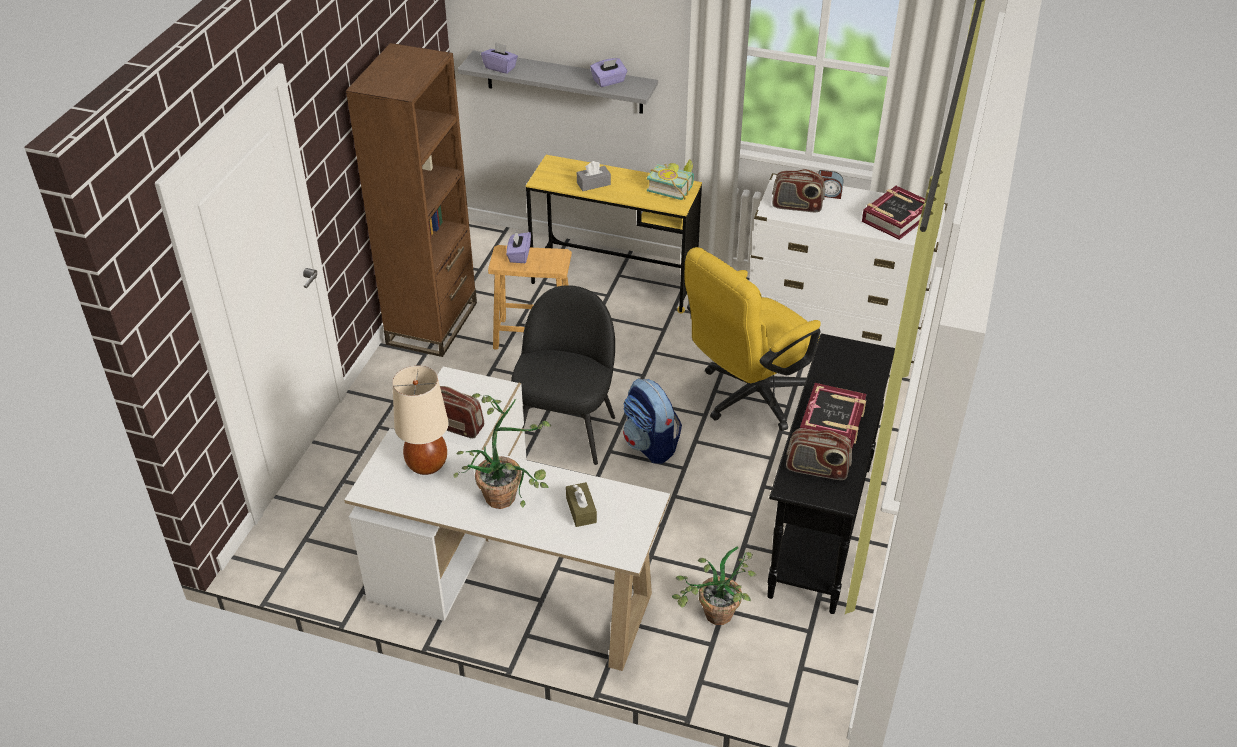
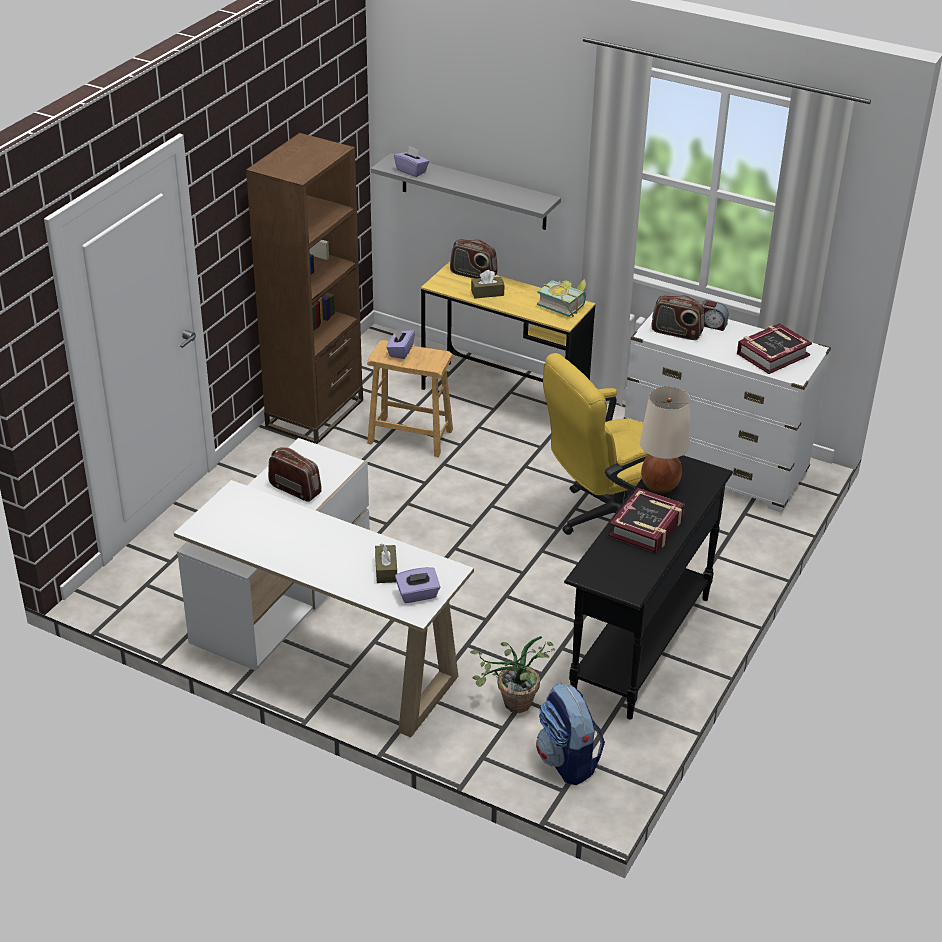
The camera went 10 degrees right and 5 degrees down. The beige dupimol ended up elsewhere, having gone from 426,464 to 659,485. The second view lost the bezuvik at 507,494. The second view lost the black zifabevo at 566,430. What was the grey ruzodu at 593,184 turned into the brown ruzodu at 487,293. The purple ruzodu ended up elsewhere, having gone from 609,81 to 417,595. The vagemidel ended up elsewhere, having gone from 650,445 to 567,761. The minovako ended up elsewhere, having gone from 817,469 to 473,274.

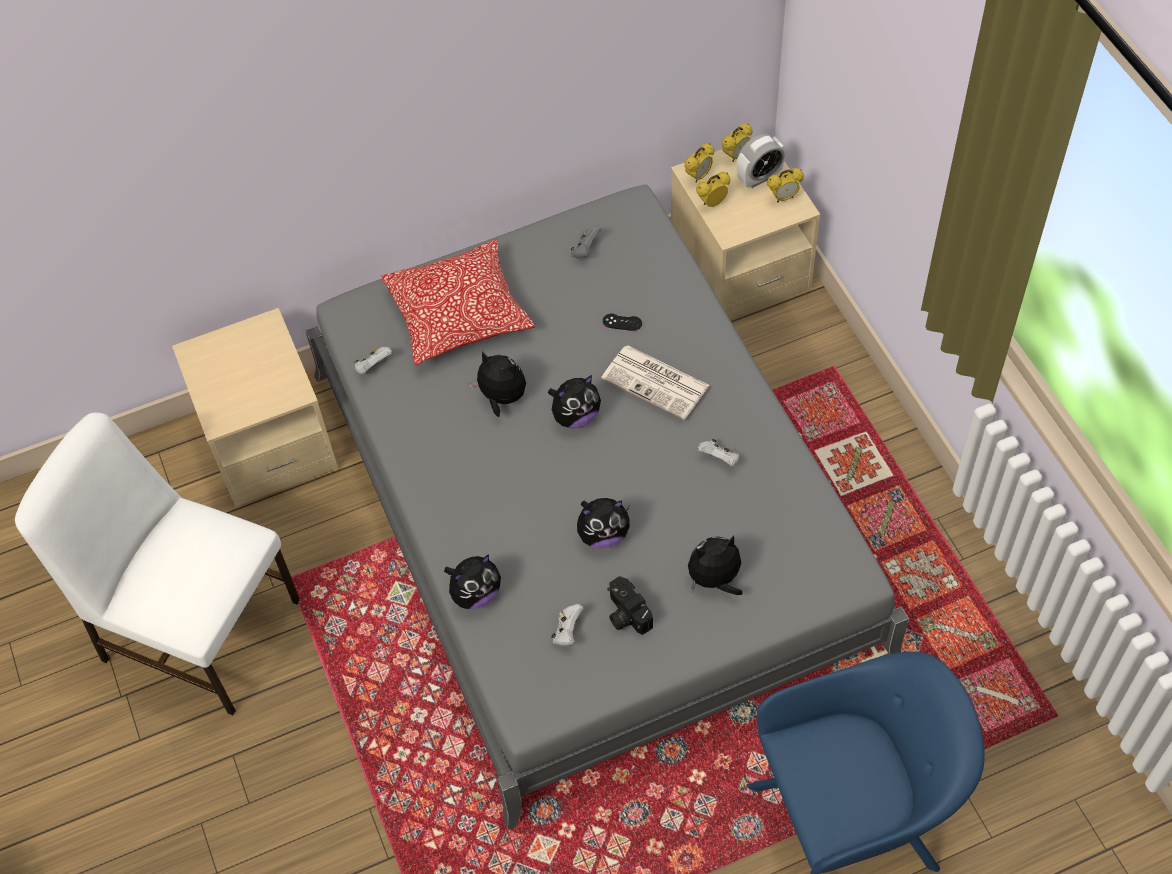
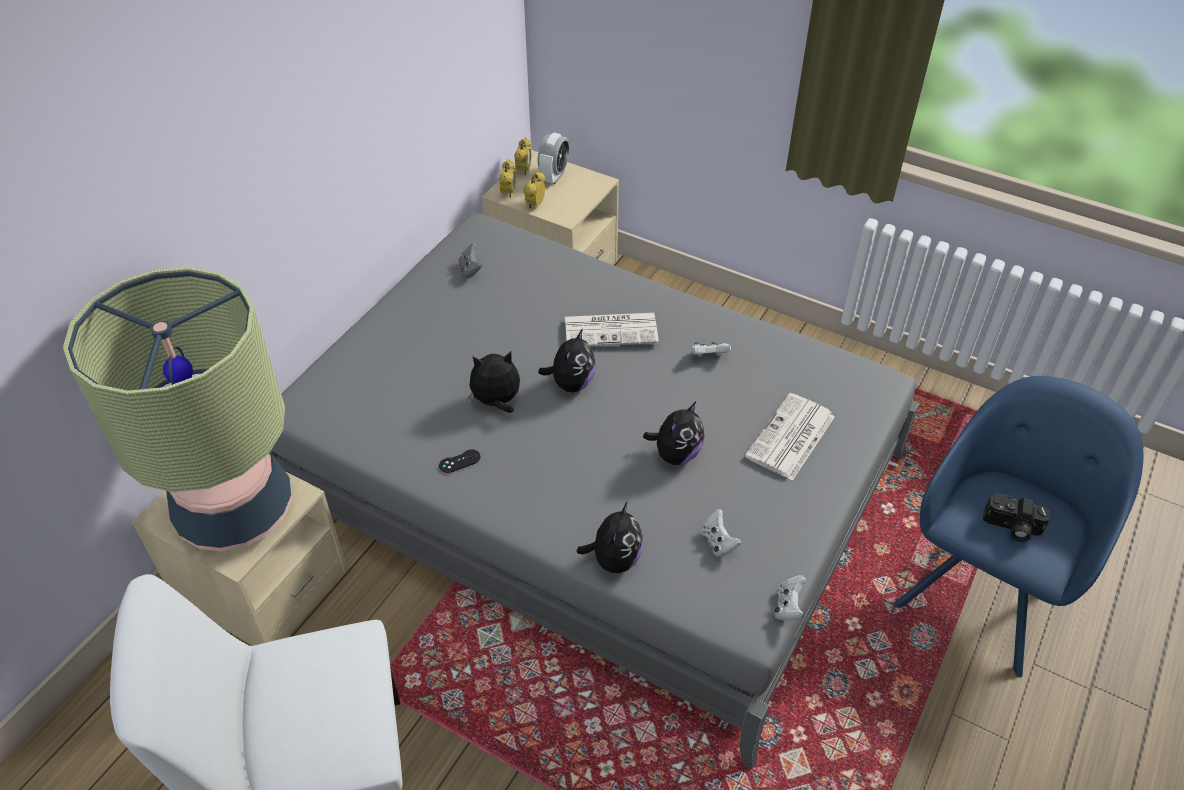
The camera went 40 degrees left and 10 degrees down. The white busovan ended up elsewhere, having gone from 373,367 to 788,606. The second view lost the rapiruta at 459,314. The black busovan ended up elsewhere, having gone from 622,322 to 459,461. The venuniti ended up elsewhere, having gone from 625,614 to 1011,527. Where the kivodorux stood at 715,580, the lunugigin came to stand at 790,438. The second view lost the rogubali at 783,197. The second view gained the dupimol at 235,509.

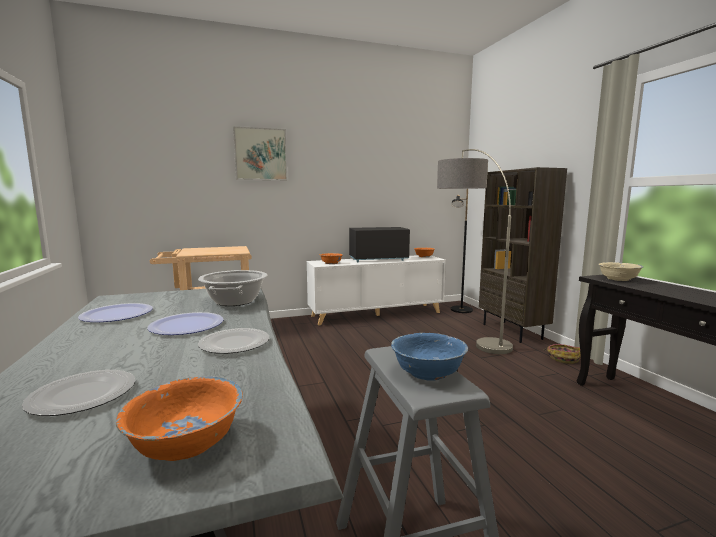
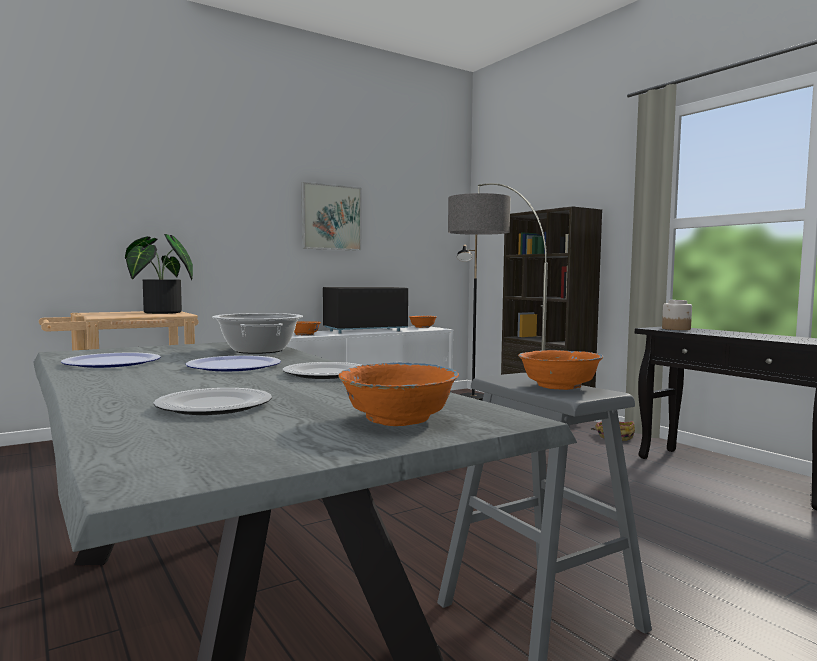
The camera went 15 degrees left and 5 degrees down. The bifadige ended up elsewhere, having gone from 260,154 to 331,217. What was the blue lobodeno at 428,372 turned into the orange lobodeno at 560,386. Where the beige lobodeno stood at 619,279, the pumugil came to stand at 676,329. The second view gained the bezuvik at 158,312.

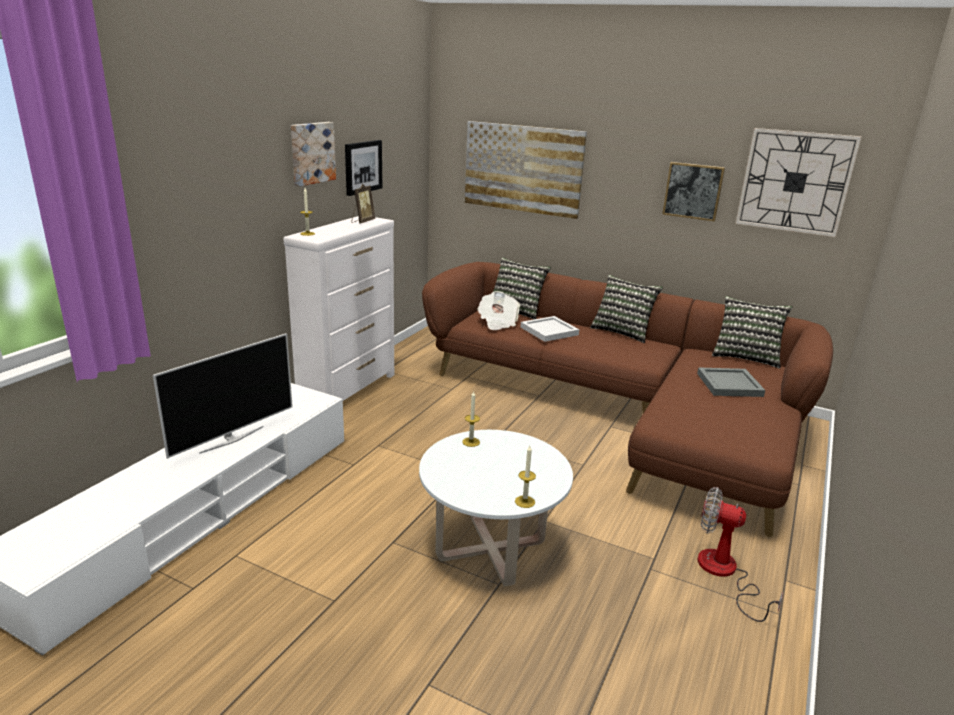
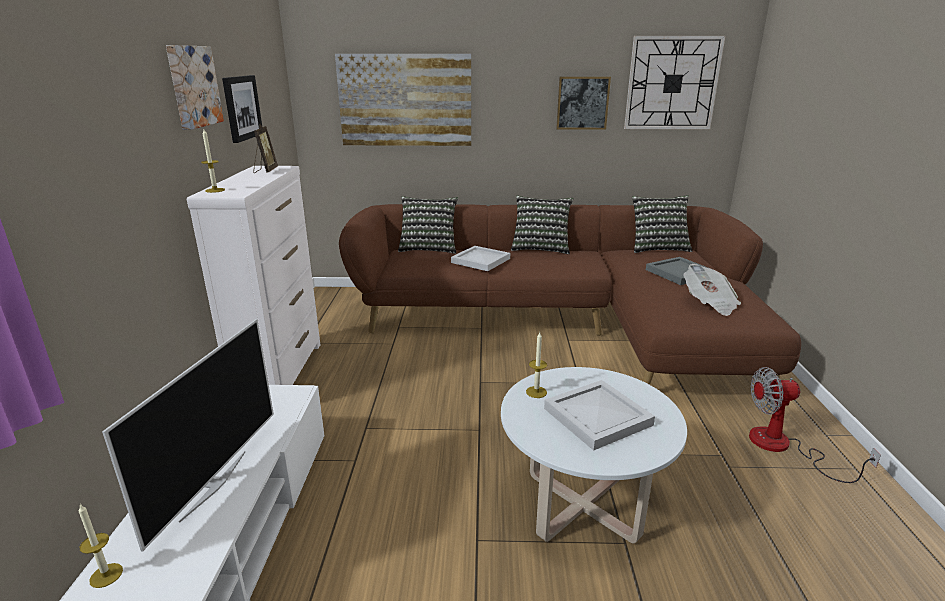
The camera went 25 degrees left and 0 degrees up. The lunugigin ended up elsewhere, having gone from 497,322 to 709,304. The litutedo ended up elsewhere, having gone from 524,501 to 106,575. The second view gained the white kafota at 599,417.

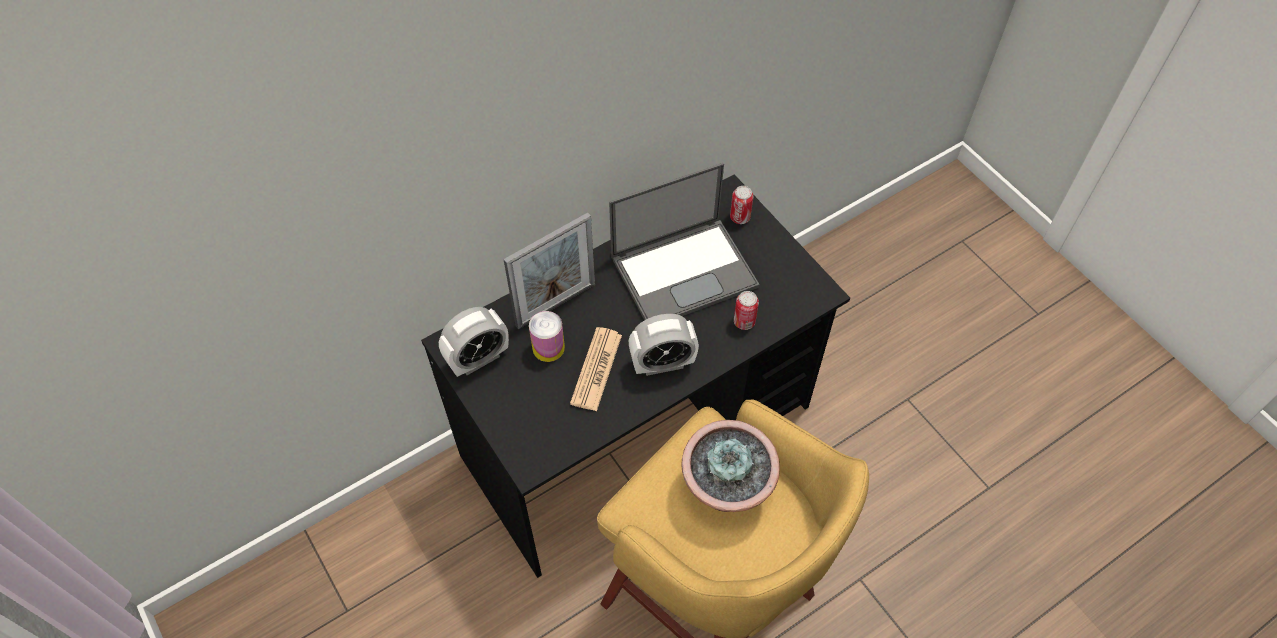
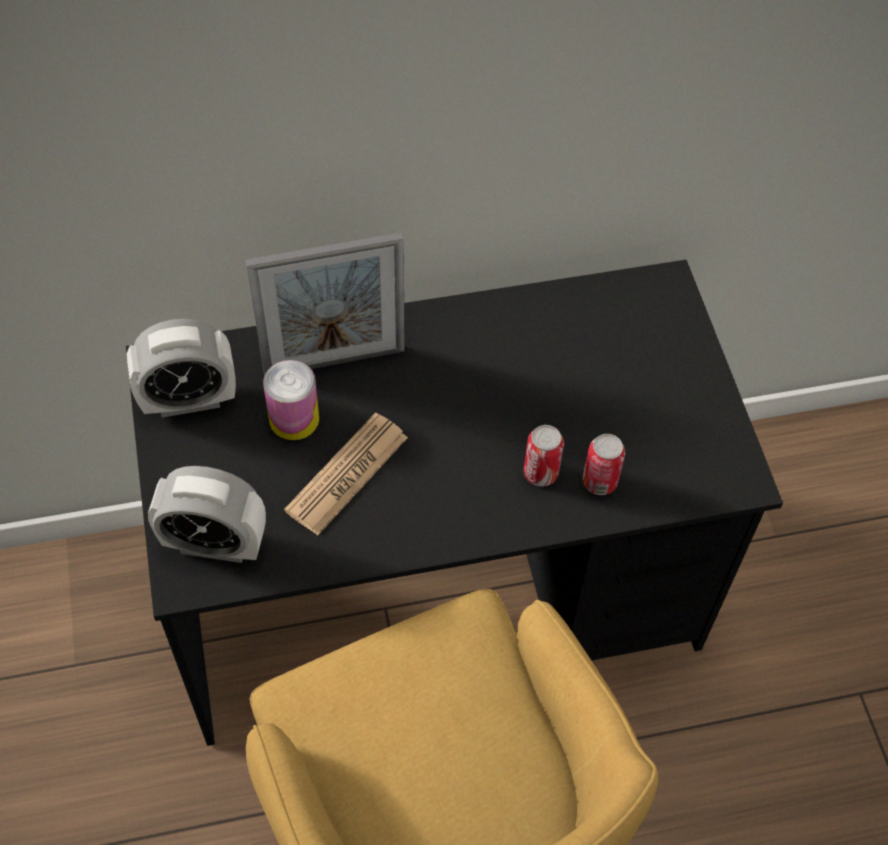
The camera went 20 degrees right and 0 degrees up. The second view lost the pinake at 685,271. The rogubali ended up elsewhere, having gone from 662,363 to 215,544. The second view lost the bezuvik at 727,488. The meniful ended up elsewhere, having gone from 740,217 to 540,473.

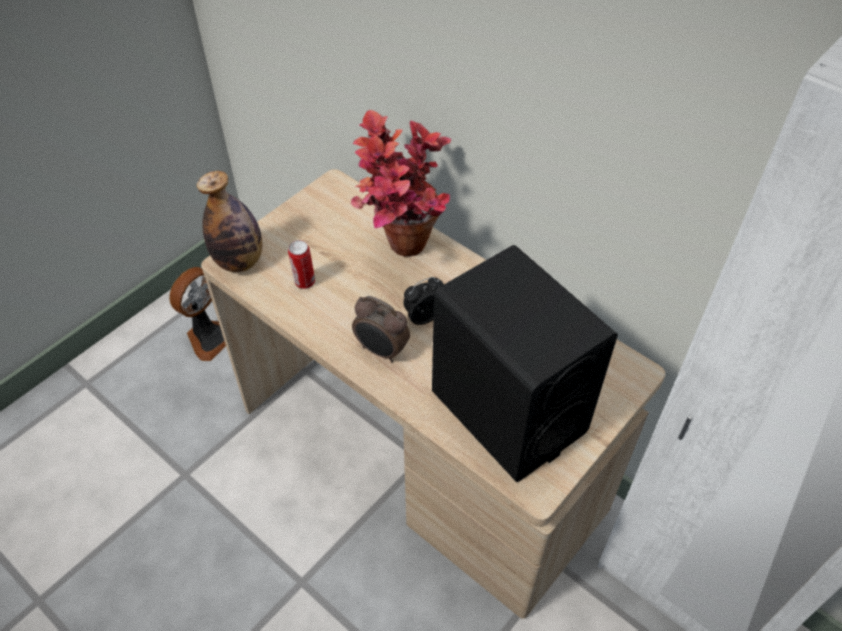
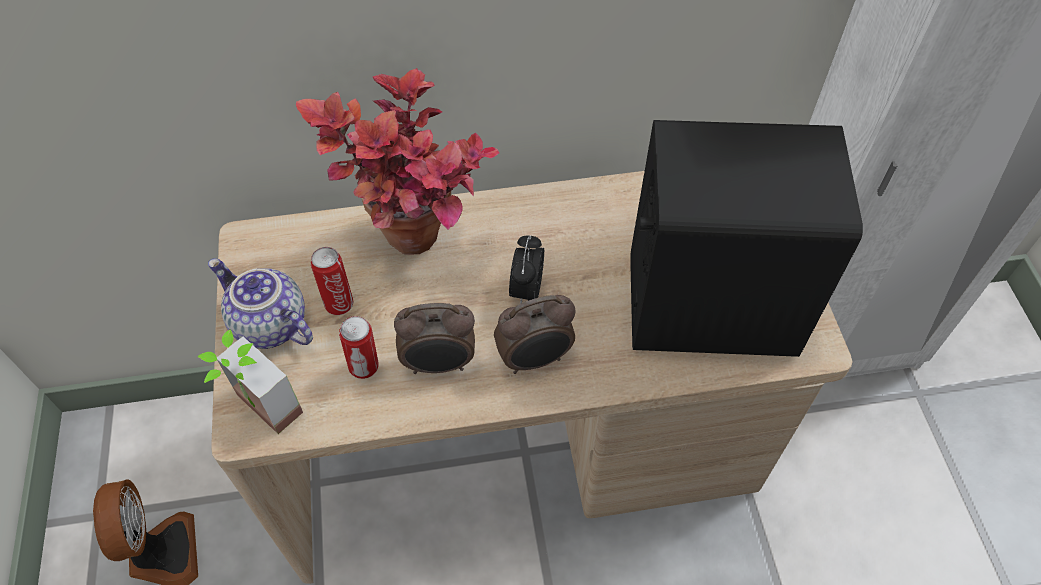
The camera went 50 degrees left and 5 degrees up. Where the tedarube stood at 239,261, the bezuvik came to stand at 259,413. The second view gained the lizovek at 268,325. The second view gained the meniful at 338,303. The second view gained the rogubali at 439,364.

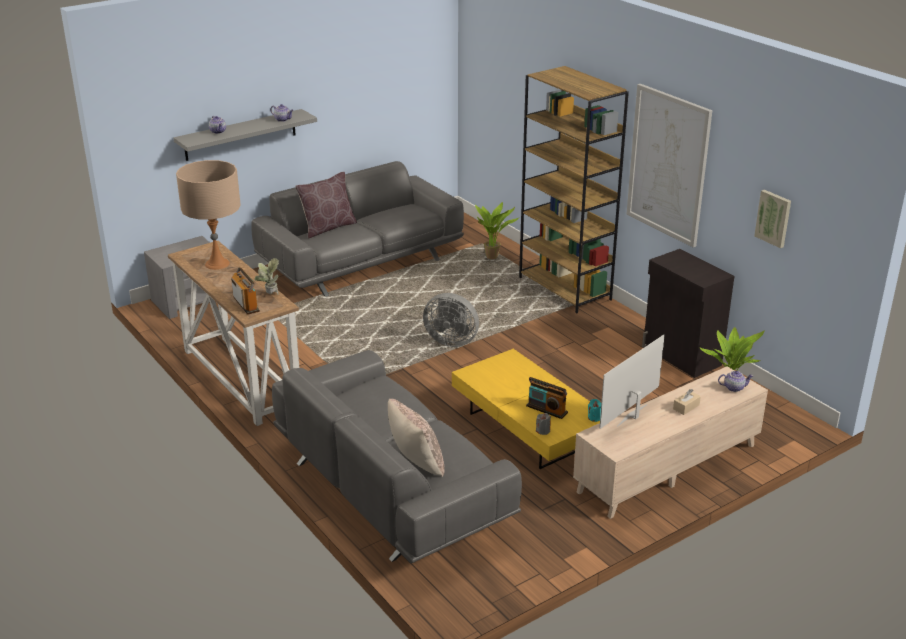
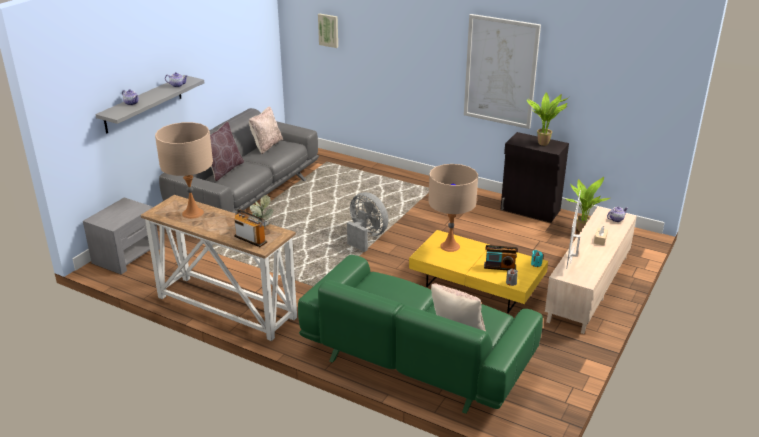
The camera went 25 degrees left and 0 degrees up. What was the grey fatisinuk at 390,487 turned into the green fatisinuk at 416,358. The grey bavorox at 451,340 ended up facing another way, 135 degrees counterclockwise from before. The bezuvik ended up elsewhere, having gone from 493,257 to 544,143. The second view lost the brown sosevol at 565,289. The bifadige ended up elsewhere, having gone from 774,218 to 328,30. The second view gained the beige rapiruta at 266,146. The second view gained the beige dupimol at 450,246.

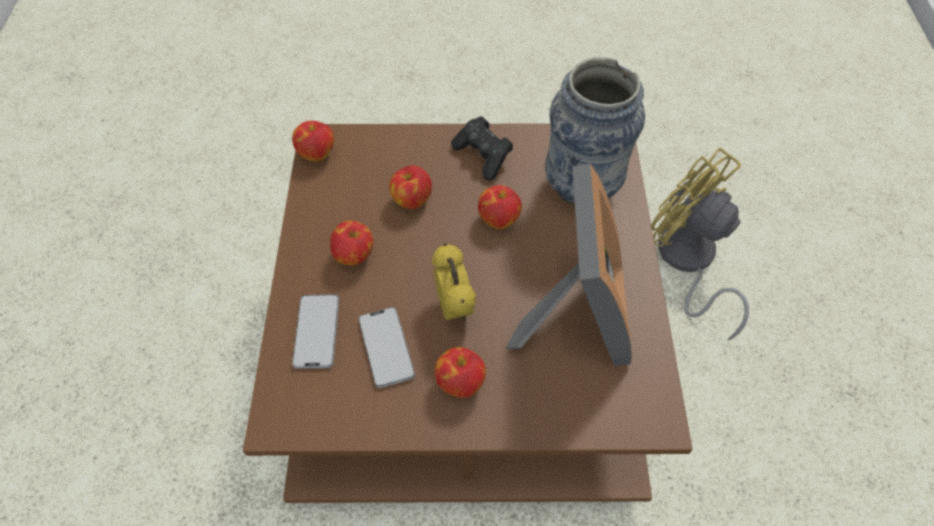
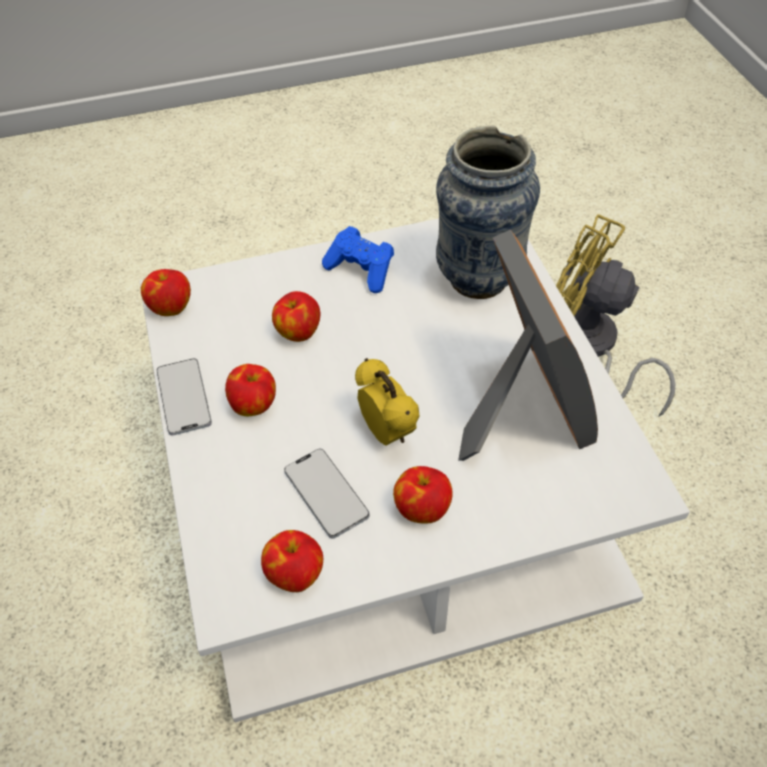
The camera went 15 degrees left and 5 degrees down. What was the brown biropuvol at 463,347 turned into the white biropuvol at 381,496. The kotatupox ended up elsewhere, having gone from 316,331 to 184,397. What was the black busovan at 483,156 turned into the blue busovan at 361,270. The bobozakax ended up elsewhere, having gone from 498,219 to 295,573.

